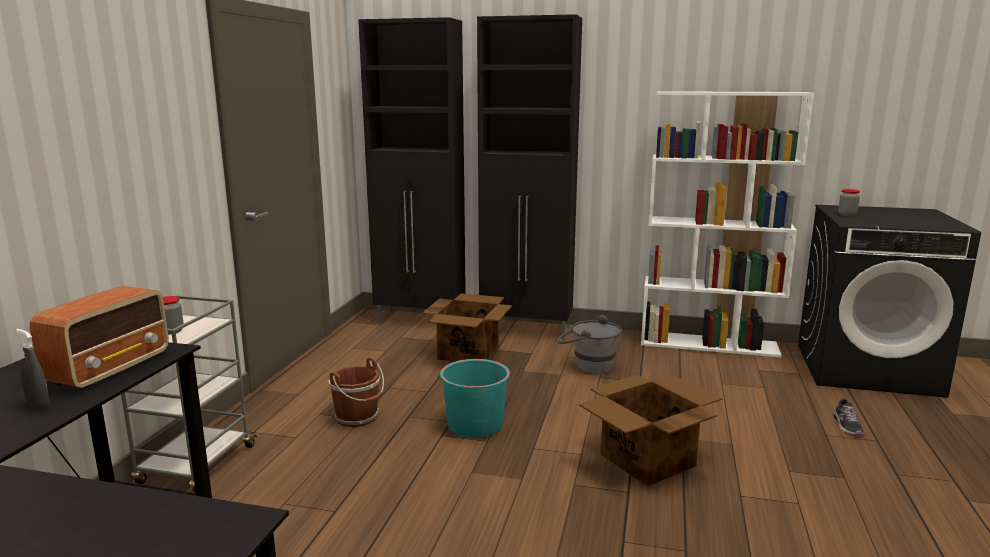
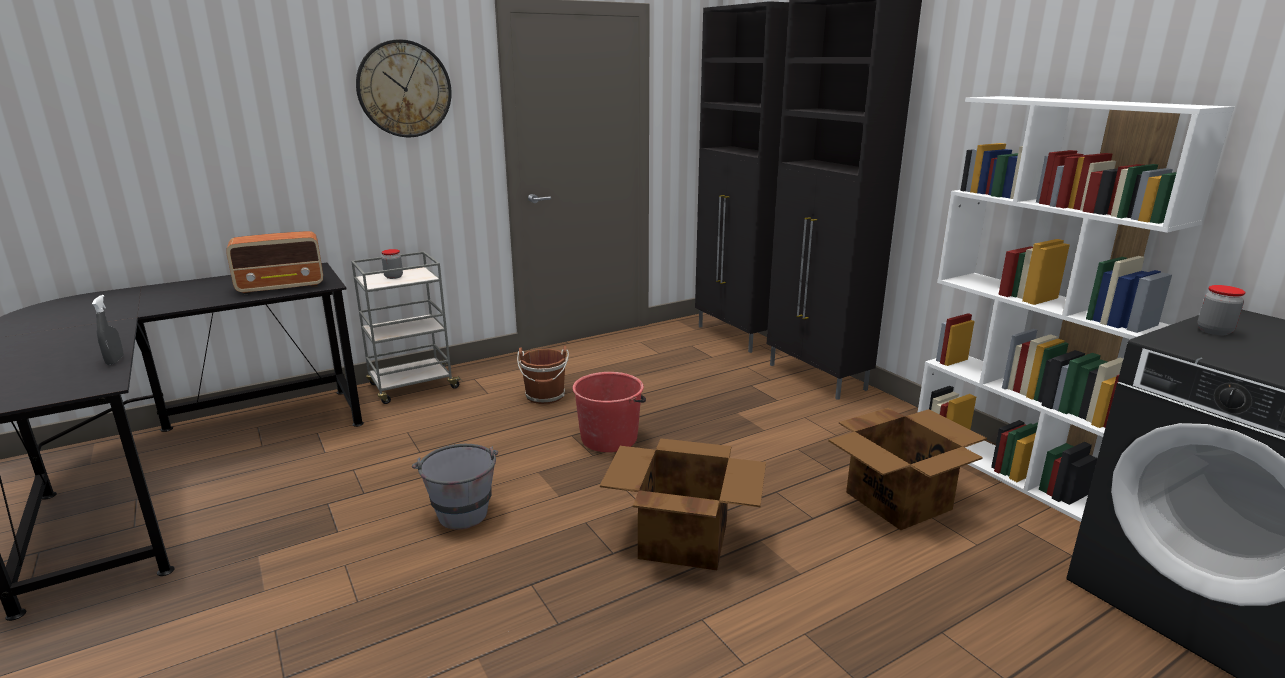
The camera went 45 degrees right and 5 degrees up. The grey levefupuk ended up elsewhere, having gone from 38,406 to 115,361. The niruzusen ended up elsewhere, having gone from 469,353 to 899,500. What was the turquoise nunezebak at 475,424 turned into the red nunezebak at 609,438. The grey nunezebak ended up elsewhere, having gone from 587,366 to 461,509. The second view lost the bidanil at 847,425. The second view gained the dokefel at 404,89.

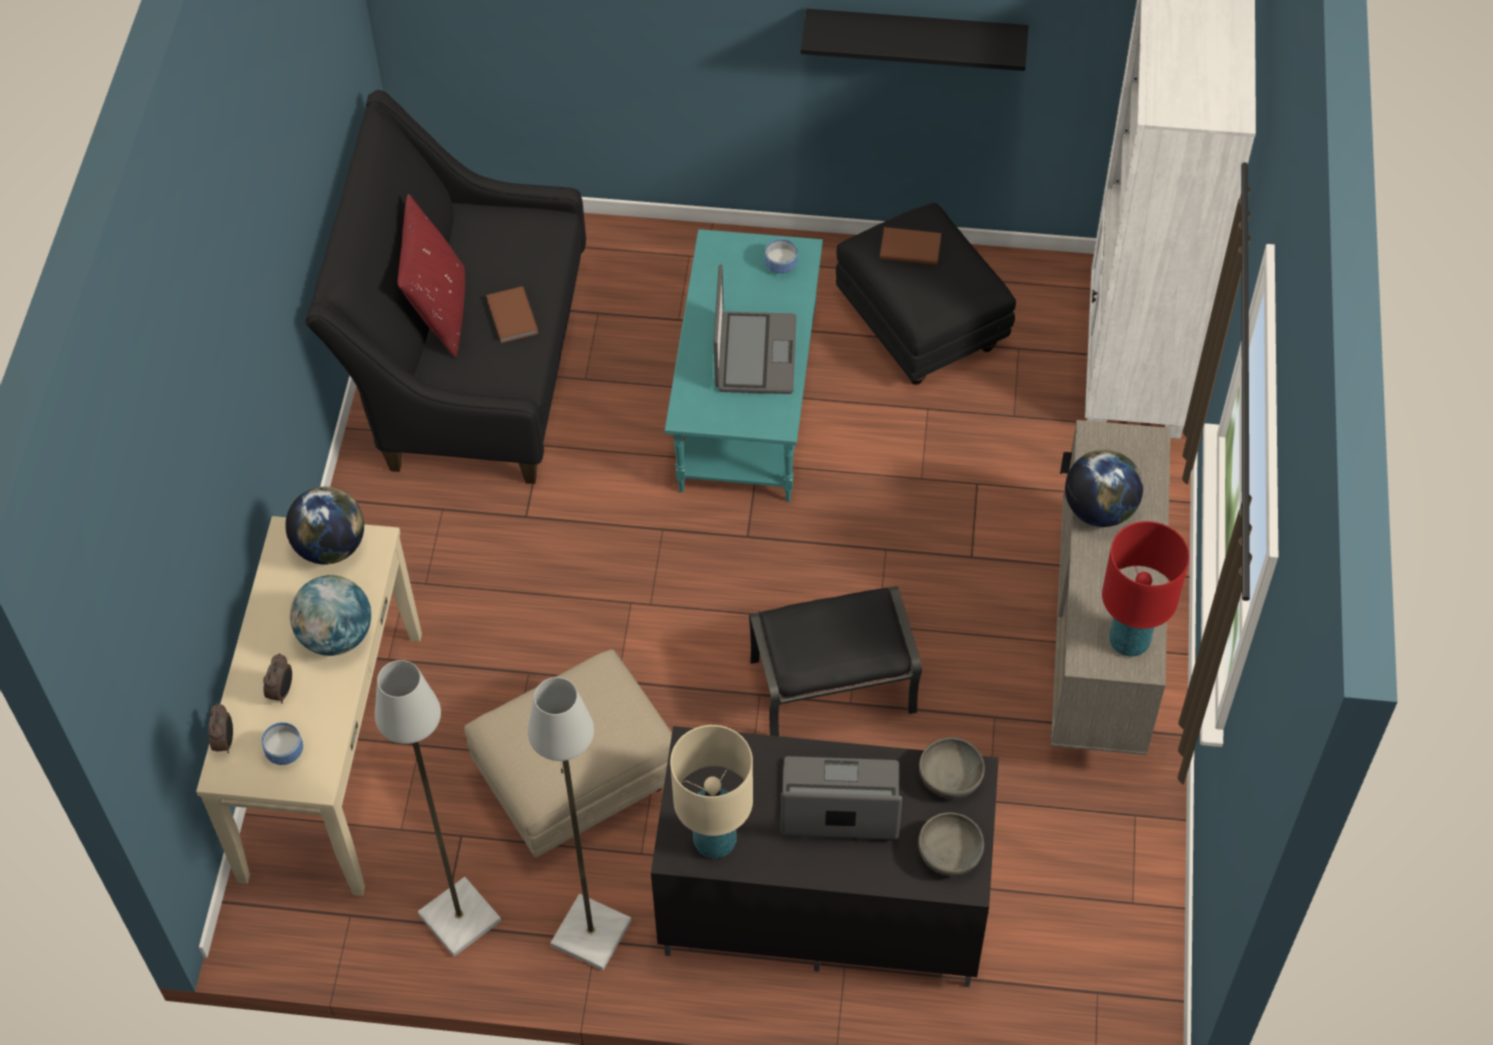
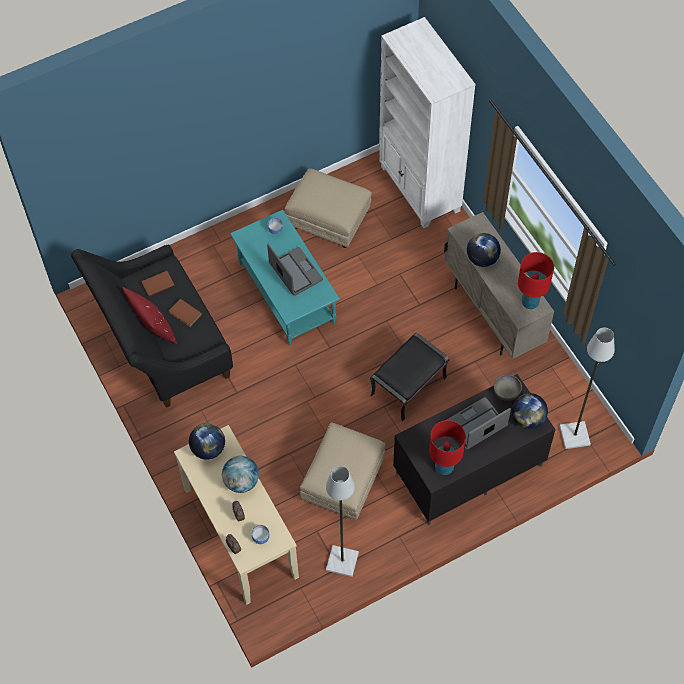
The camera went 35 degrees left and 5 degrees up. The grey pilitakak ended up elsewhere, having gone from 592,935 to 575,436. What was the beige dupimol at 715,841 turned into the red dupimol at 444,467. The second view lost the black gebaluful at 915,37. What was the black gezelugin at 922,327 turned into the beige gezelugin at 329,222. The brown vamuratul ended up elsewhere, having gone from 909,247 to 157,284. Where the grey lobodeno stood at 949,853, the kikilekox came to stand at 527,419.

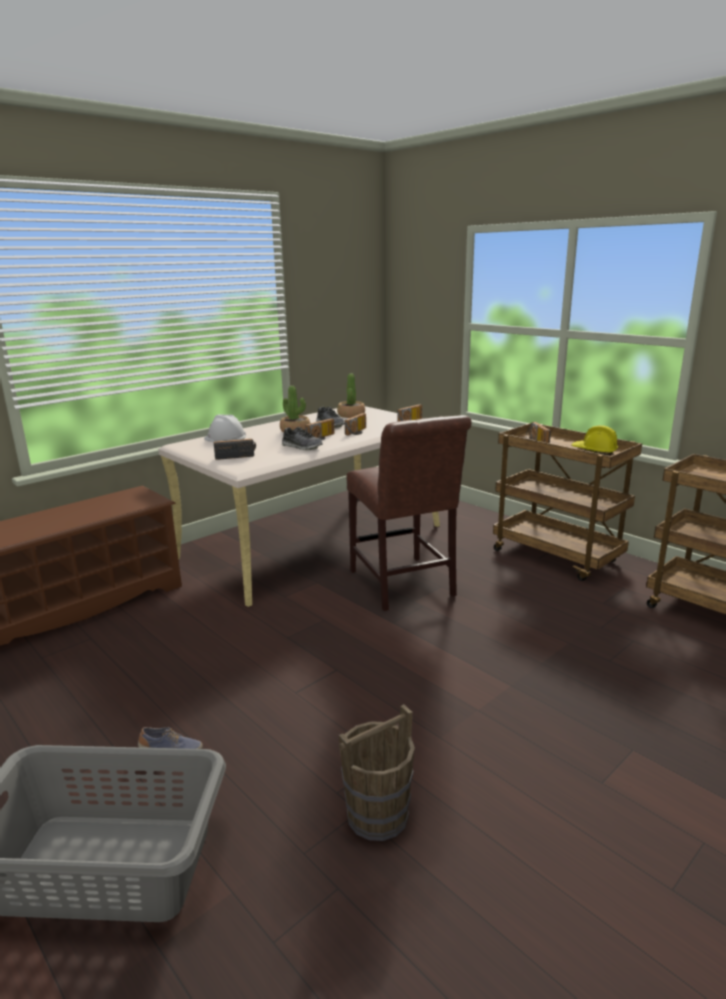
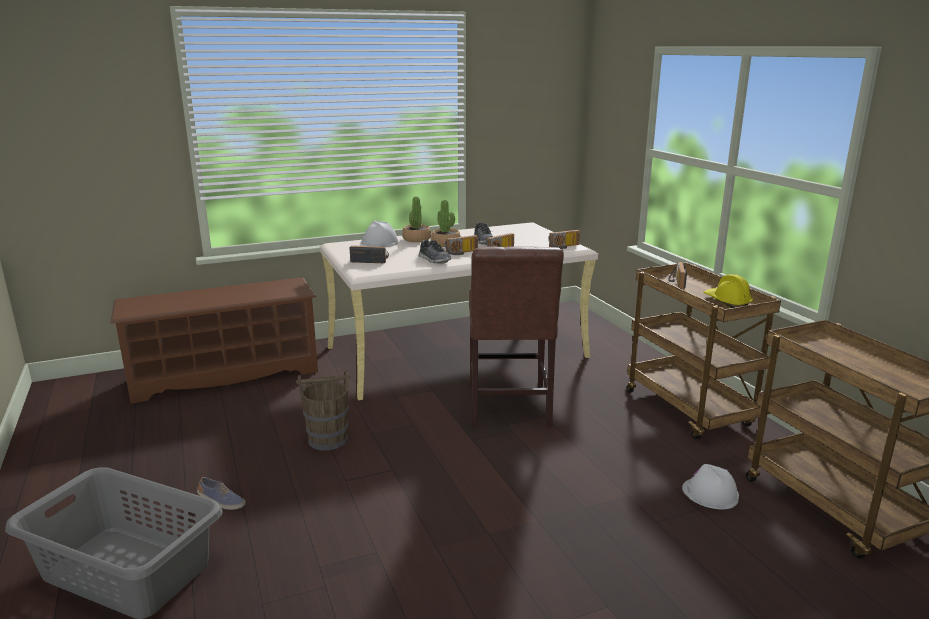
The camera went 20 degrees right and 0 degrees up. The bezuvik ended up elsewhere, having gone from 351,415 to 416,239. The brown nunezebak ended up elsewhere, having gone from 377,815 to 327,440. The second view gained the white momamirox at 709,493.

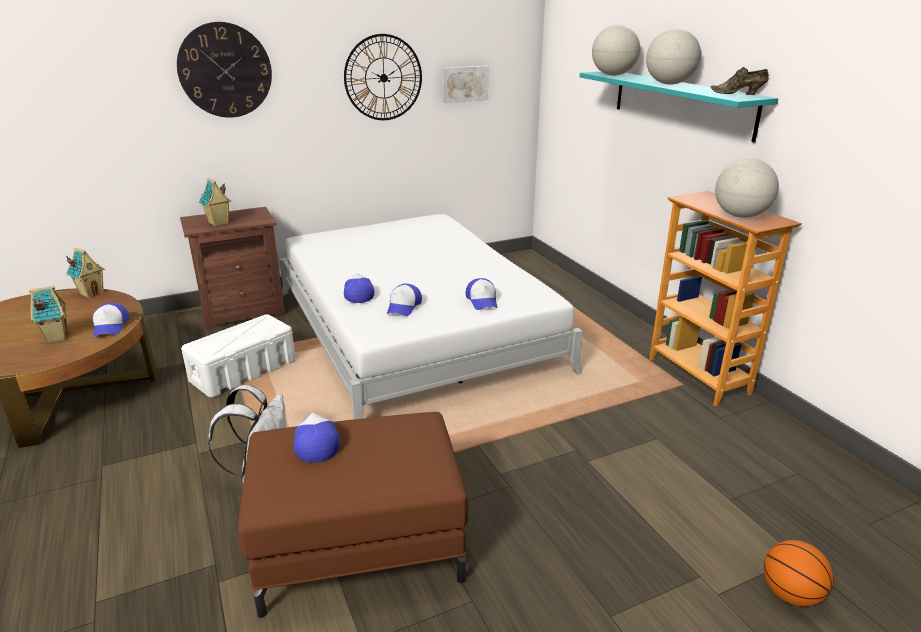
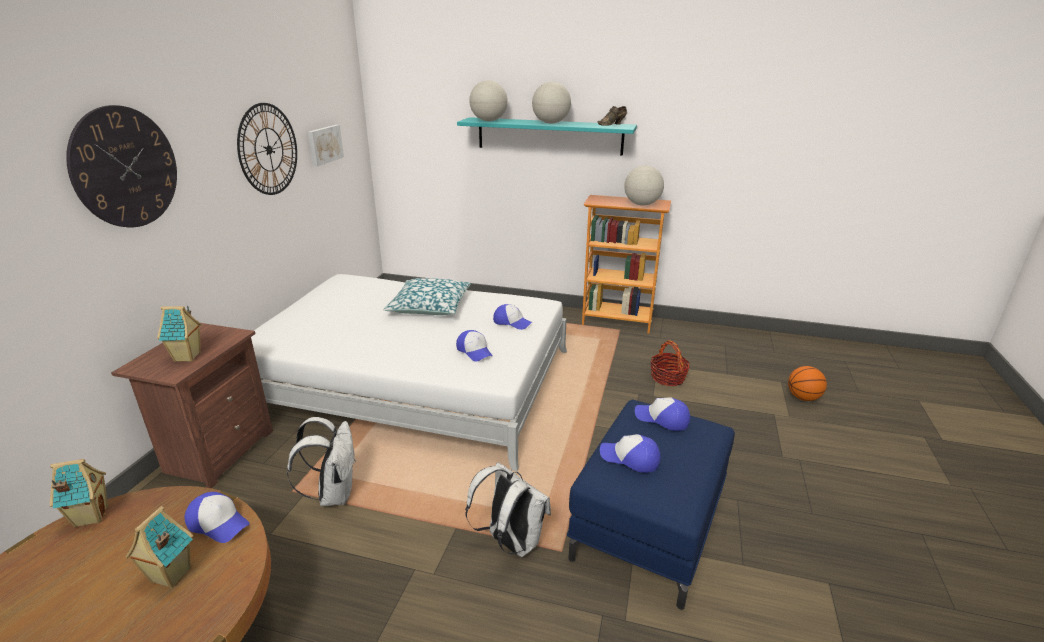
The camera went 50 degrees left and 0 degrees up. Where the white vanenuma stood at 244,370, the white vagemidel came to stand at 334,493. What was the brown gezelugin at 359,547 turned into the blue gezelugin at 649,526. The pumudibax ended up elsewhere, having gone from 358,293 to 662,419. The second view gained the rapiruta at 430,306. The second view gained the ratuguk at 668,377.

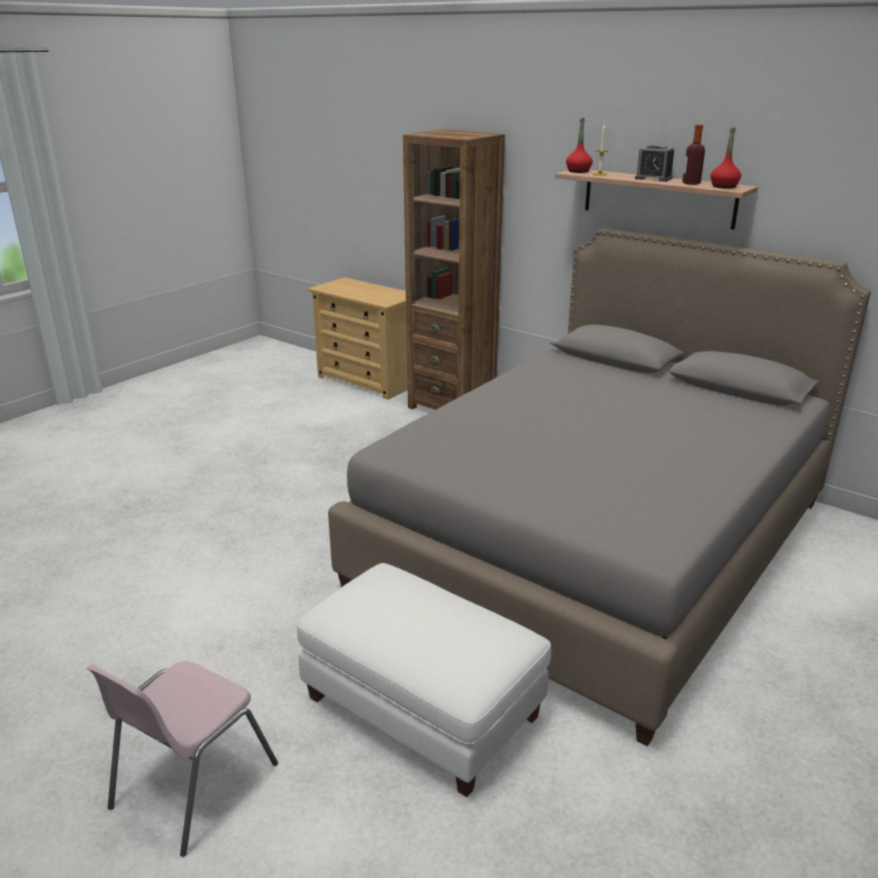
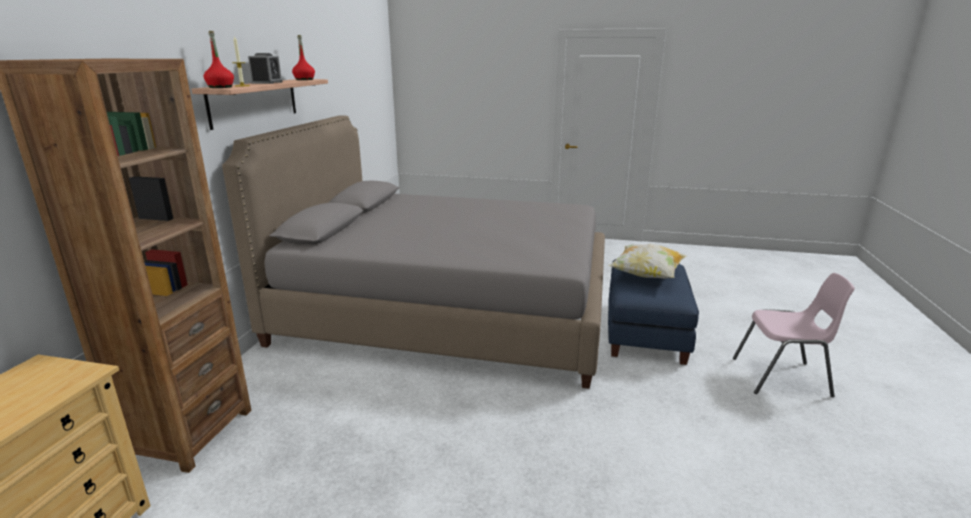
The camera went 115 degrees left and 5 degrees down. What was the white gezelugin at 423,708 turned into the blue gezelugin at 645,331. The second view lost the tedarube at 691,183. The second view gained the rapiruta at 646,275.

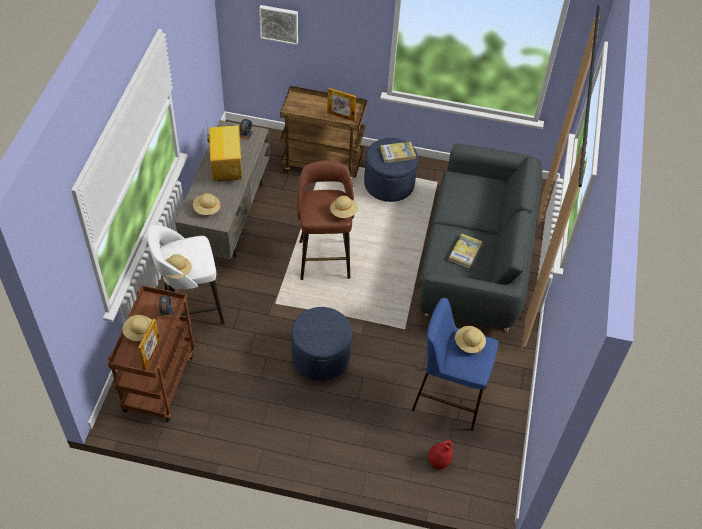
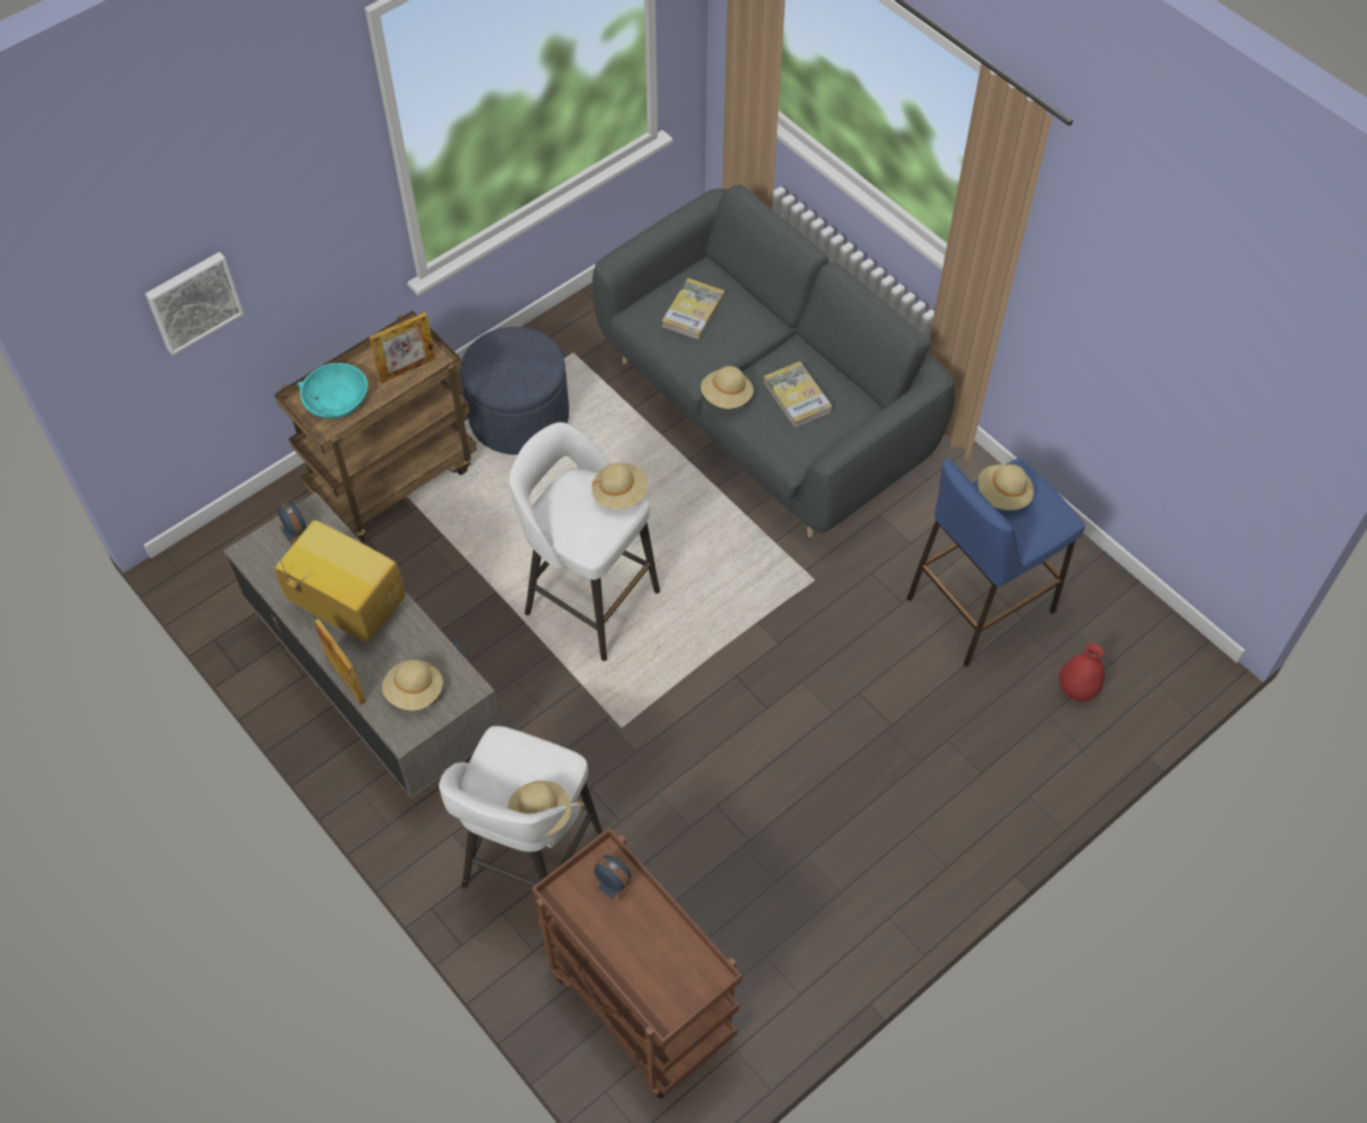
The camera went 50 degrees left and 5 degrees up. The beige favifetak ended up elsewhere, having gone from 139,332 to 726,397. The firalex ended up elsewhere, having gone from 151,355 to 346,680. The second view lost the blue gezelugin at 320,356. What was the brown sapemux at 324,258 turned into the white sapemux at 588,600. The vamuratul ended up elsewhere, having gone from 397,153 to 693,311. The second view gained the turquoise lobodeno at 335,399.

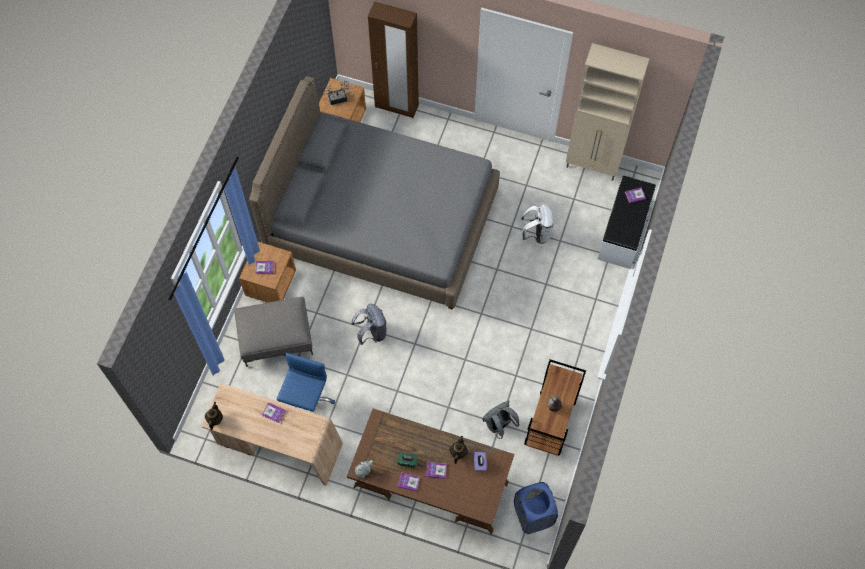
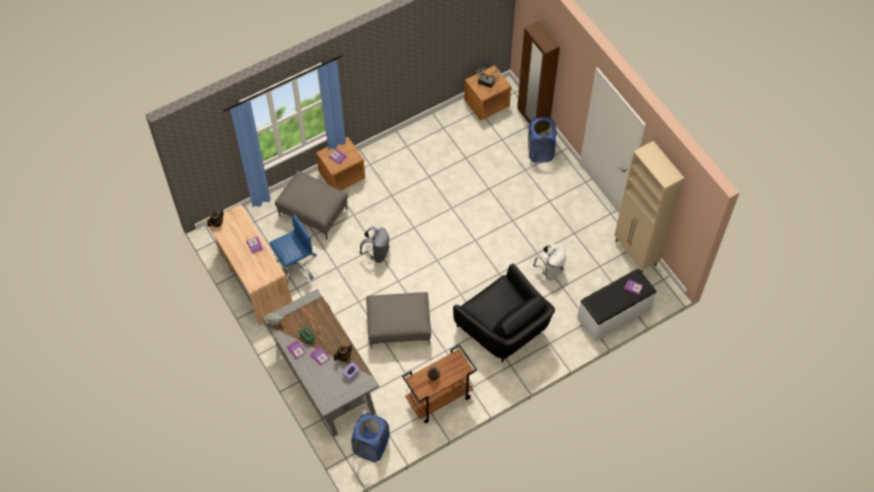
The camera went 40 degrees right and 5 degrees down. The second view lost the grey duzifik at 382,222. What was the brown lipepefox at 430,485 turned into the grey lipepefox at 323,376. The second view lost the grey vagemidel at 499,425. The second view gained the grey gezelugin at 398,328. The second view gained the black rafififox at 504,330. The second view gained the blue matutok at 540,151.

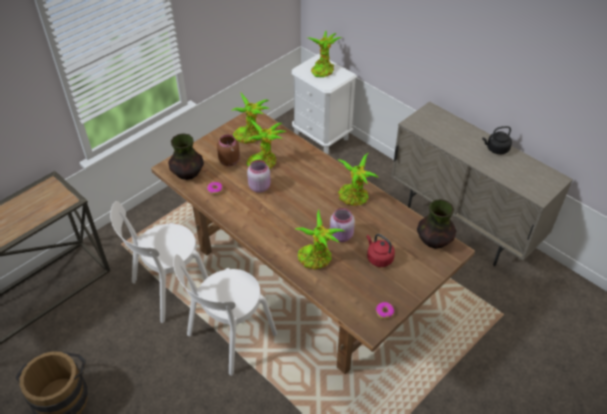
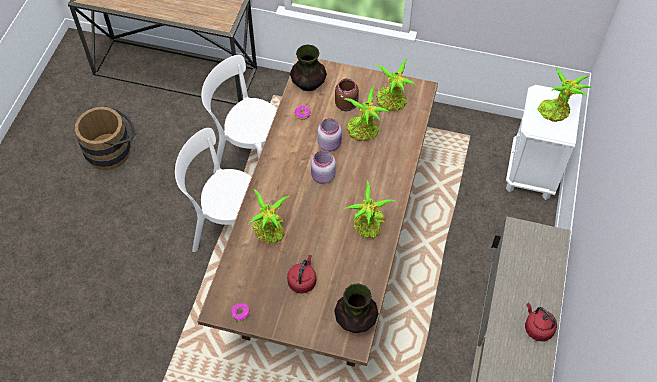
The camera went 60 degrees right and 10 degrees up. The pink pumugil ended up elsewhere, having gone from 341,236 to 322,177. What was the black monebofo at 496,149 turned into the red monebofo at 537,328.

